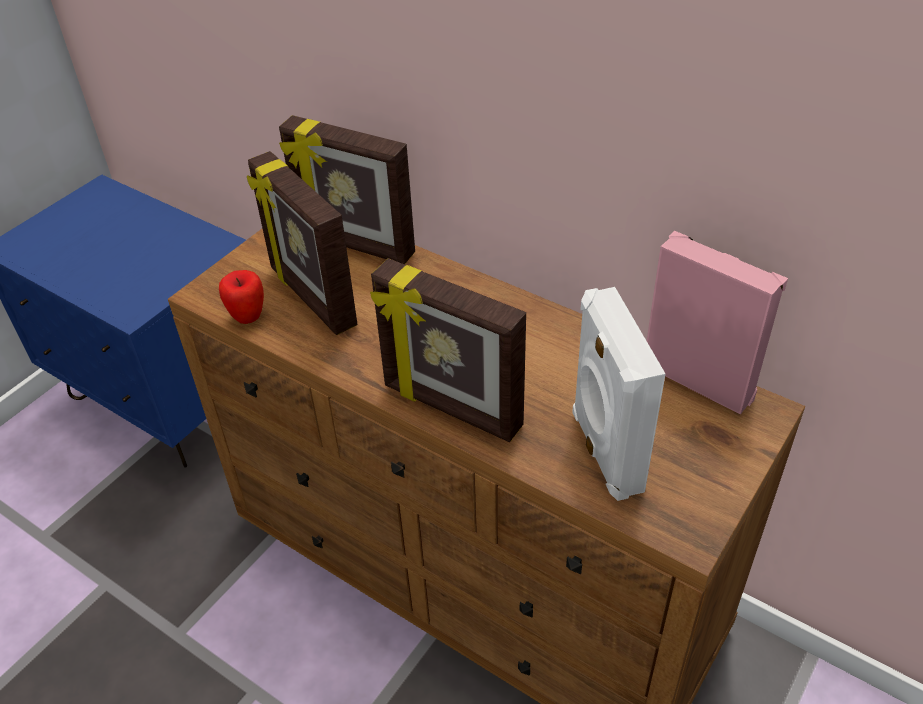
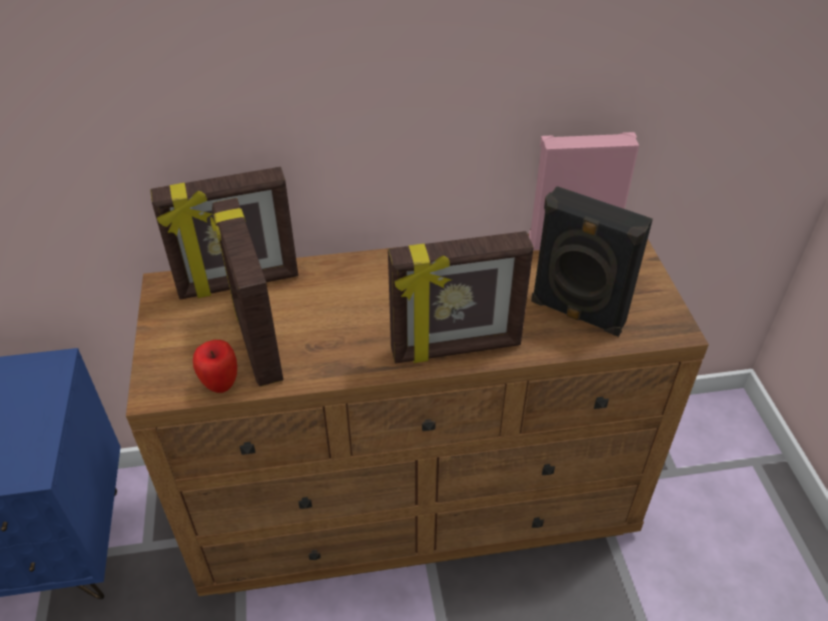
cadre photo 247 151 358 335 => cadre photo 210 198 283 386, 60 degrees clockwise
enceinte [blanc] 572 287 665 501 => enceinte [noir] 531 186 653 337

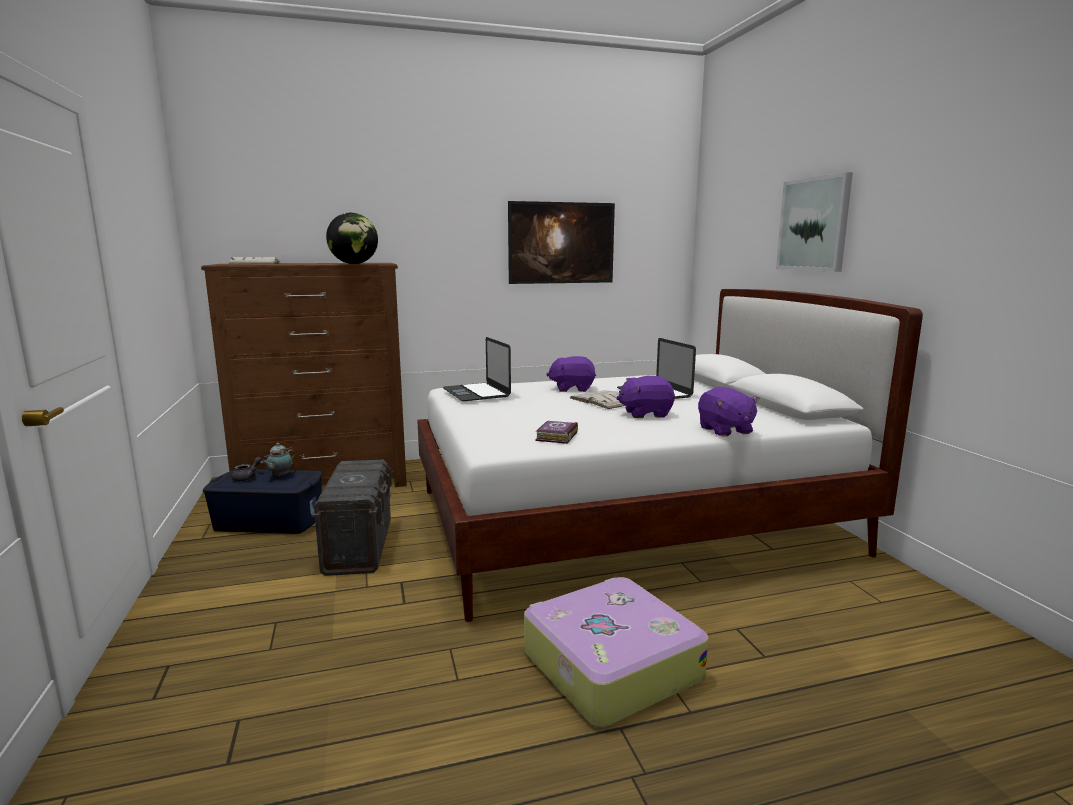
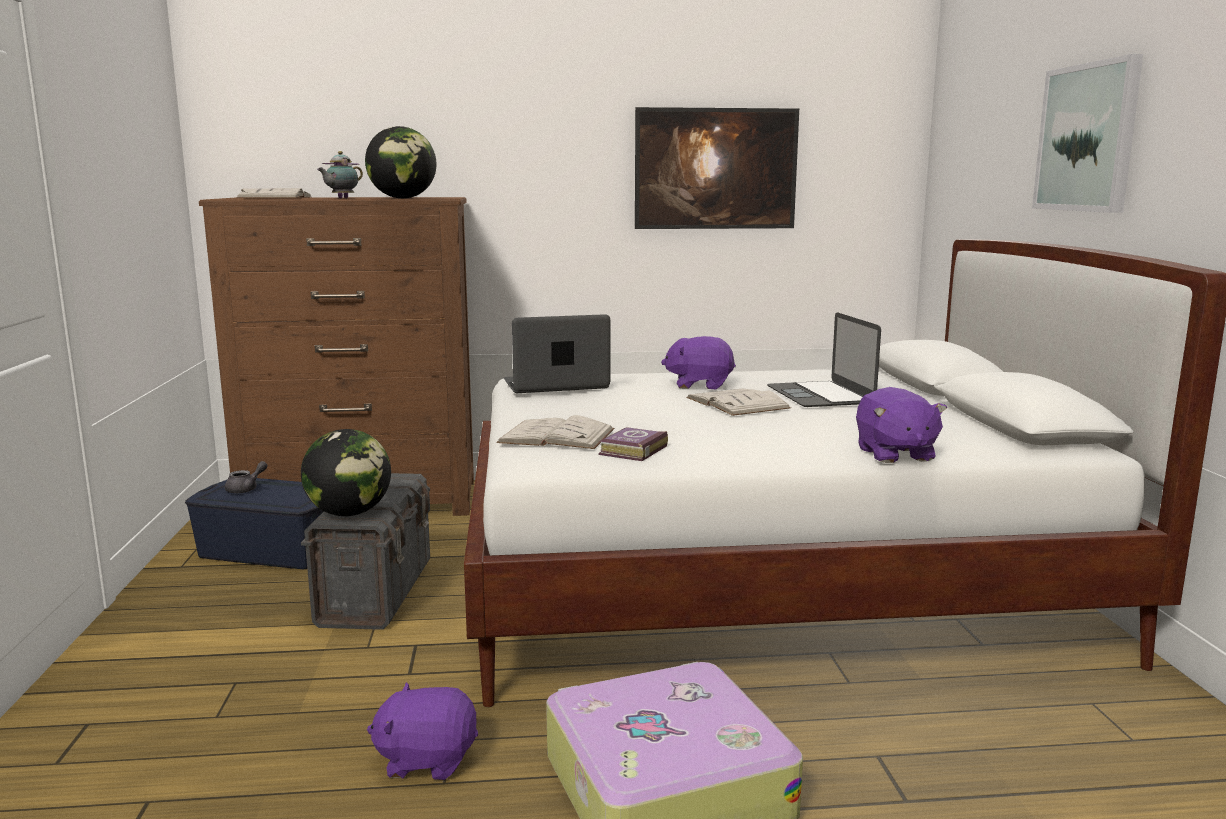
nothing => globe 301 429 391 516
théière 261 443 295 477 => théière 317 151 363 198, move
peluche [violet] 616 376 675 418 => peluche [violet] 367 682 478 780, move
nothing => livre [blanc] 496 415 614 449
ordinateur portable 443 337 511 401 => ordinateur portable 504 314 610 393, 90 degrees clockwise

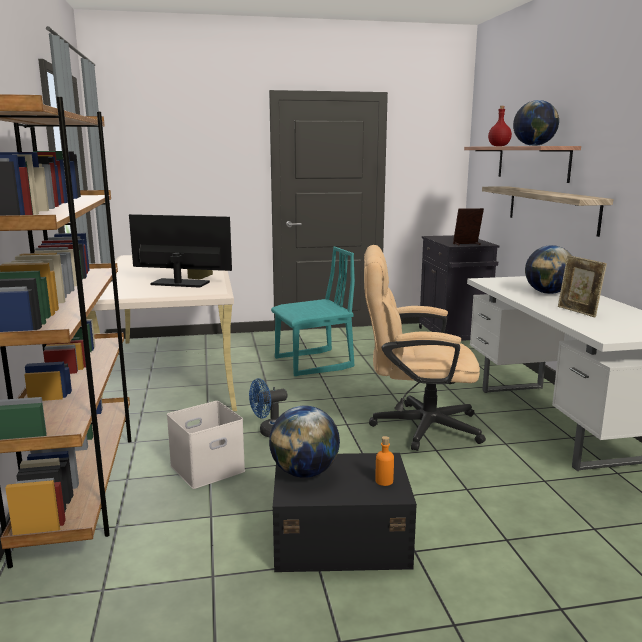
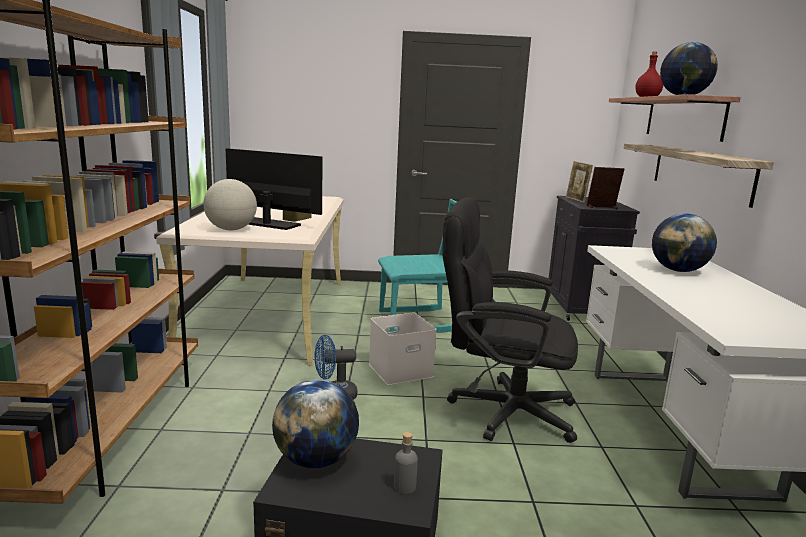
nothing => globe 203 179 257 230
boîte de rangement [blanc] 167 401 245 489 => boîte de rangement [blanc] 369 313 437 385, move
bouteille [orange] 375 436 394 486 => bouteille [gris] 394 432 418 494
chaise de bureau [beige] 364 245 486 451 => chaise de bureau [noir] 443 197 578 443
cadre photo 558 255 607 317 => cadre photo 566 161 593 203, move

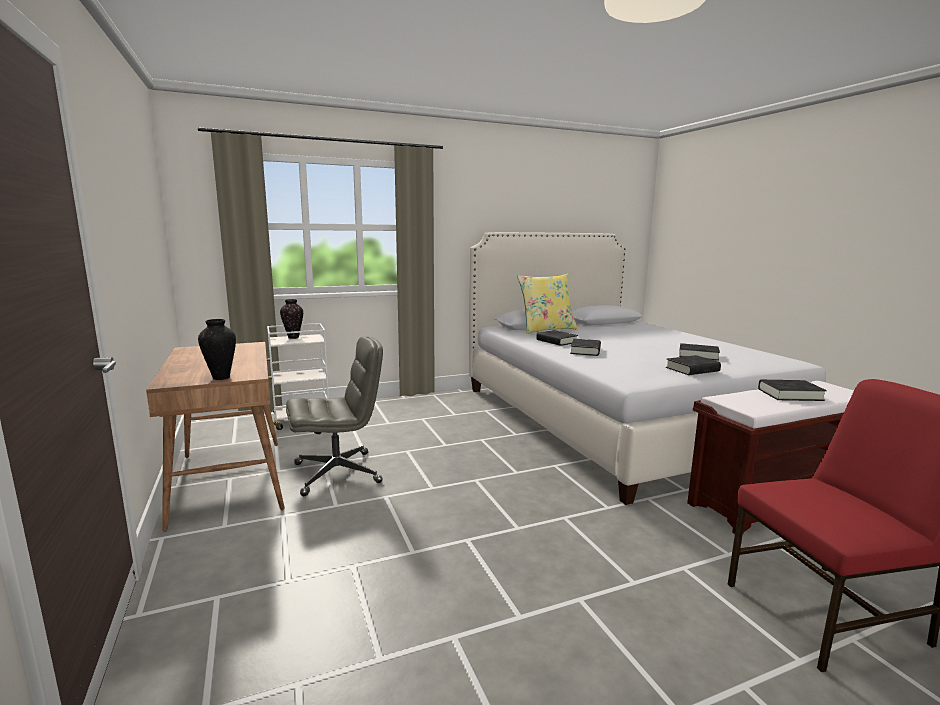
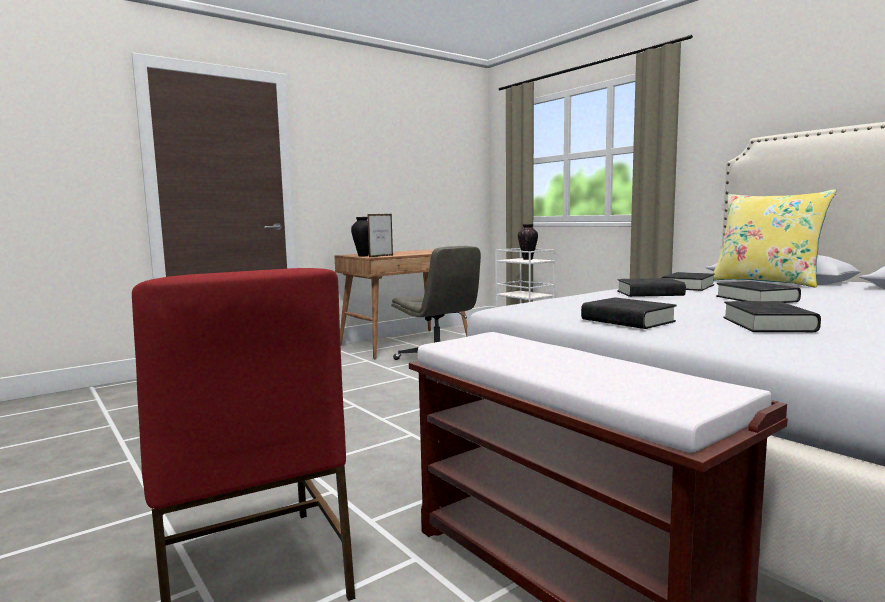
nothing => cadre photo 367 214 393 257
livre [noir] 758 380 827 401 => livre [noir] 716 281 801 303, move

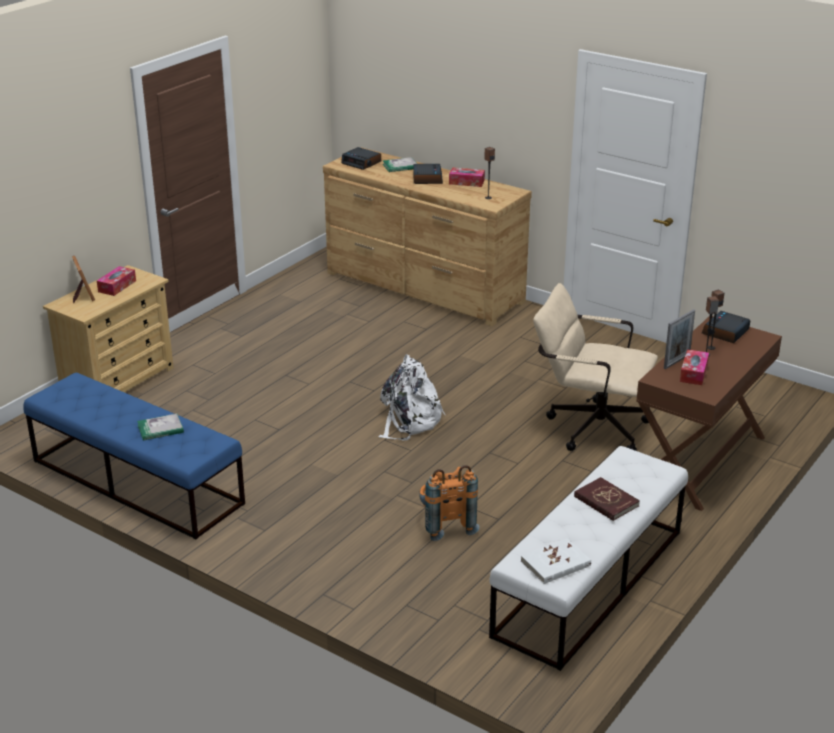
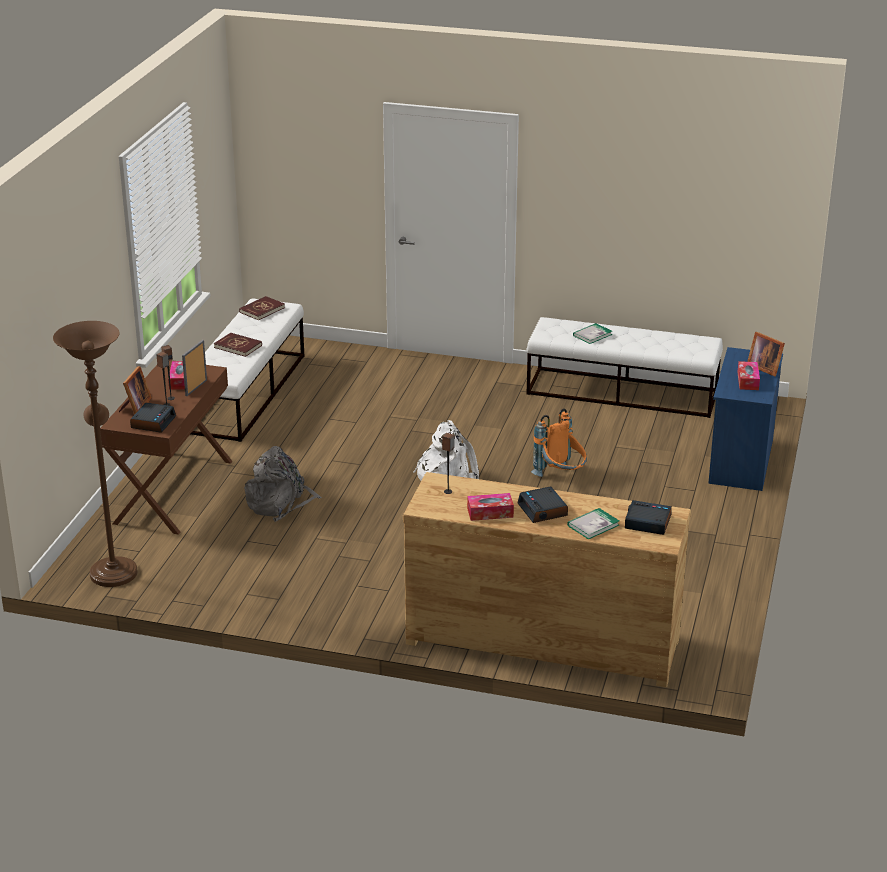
nothing => lampadaire [marron] 53 321 137 587
nothing => cadre photo 119 366 152 414
livre [blanc] 521 539 591 584 => livre [rouge] 239 296 285 320
chaise de bureau [beige] 533 283 658 451 => sac à dos [gris] 244 446 322 522
banc [bleu] 23 373 245 540 => banc [blanc] 526 317 723 418
sac à dos [orange] 419 465 480 541 => sac à dos [orange] 531 408 587 477, move
commode [beige] 43 265 174 392 => commode [bleu] 708 347 783 491

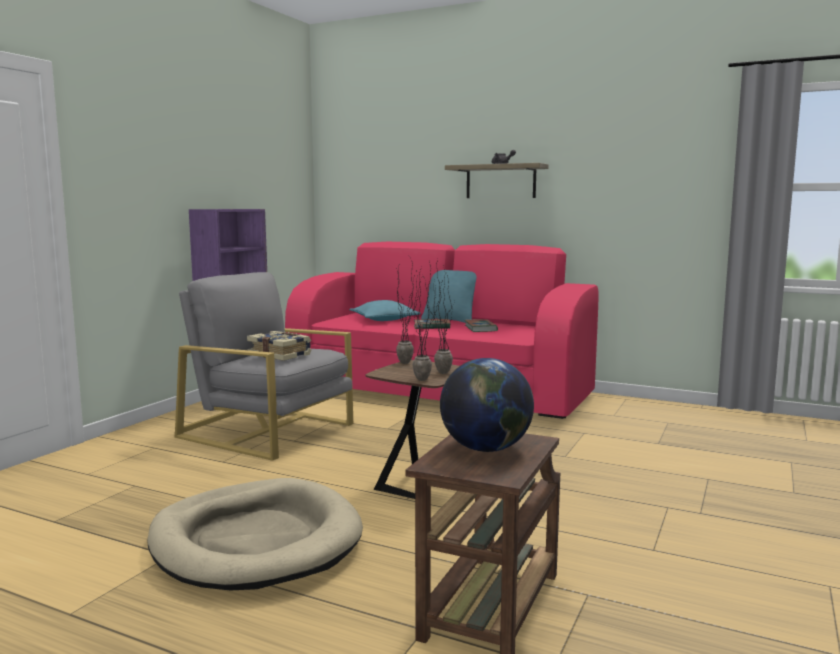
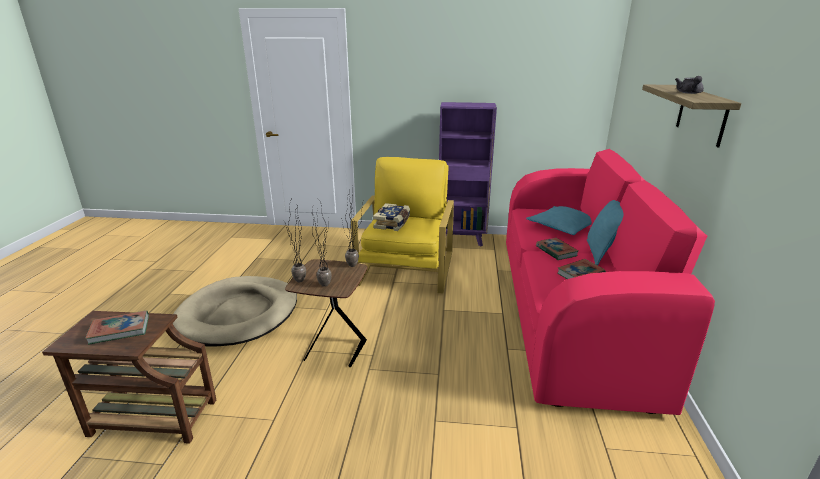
globe 440 358 534 452 => livre 85 310 149 345
fauteuil [gris] 174 272 353 461 => fauteuil [jaune] 351 157 454 294

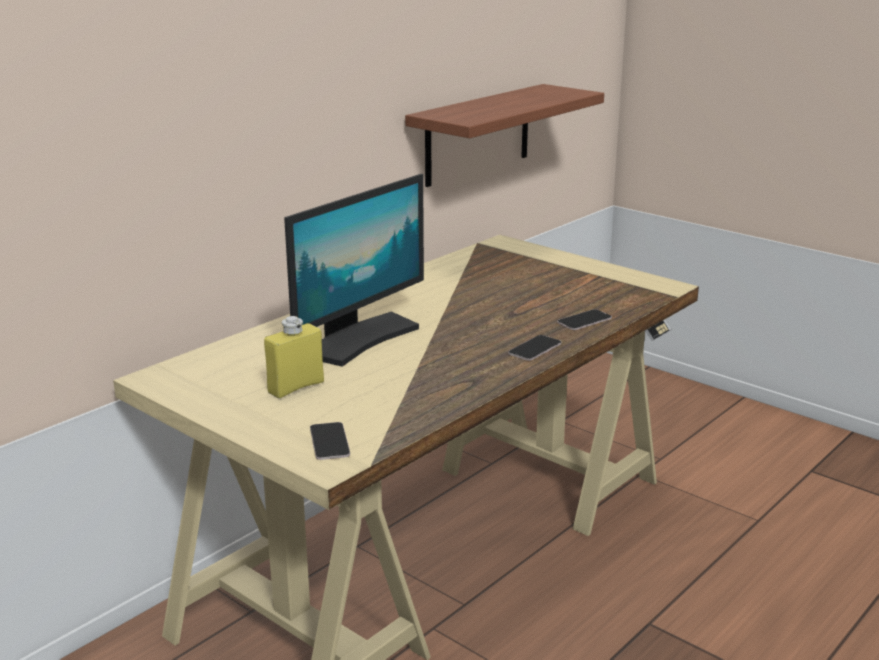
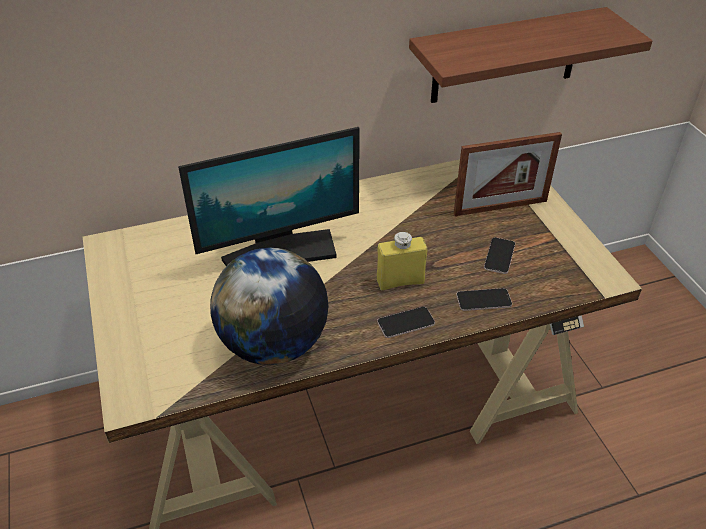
nothing => globe 210 247 328 365
bouteille [jaune] 264 316 324 398 => bouteille [jaune] 377 232 427 290, move
nothing => cadre photo 454 132 562 216
téléphone 310 422 350 460 => téléphone 484 237 515 274, move

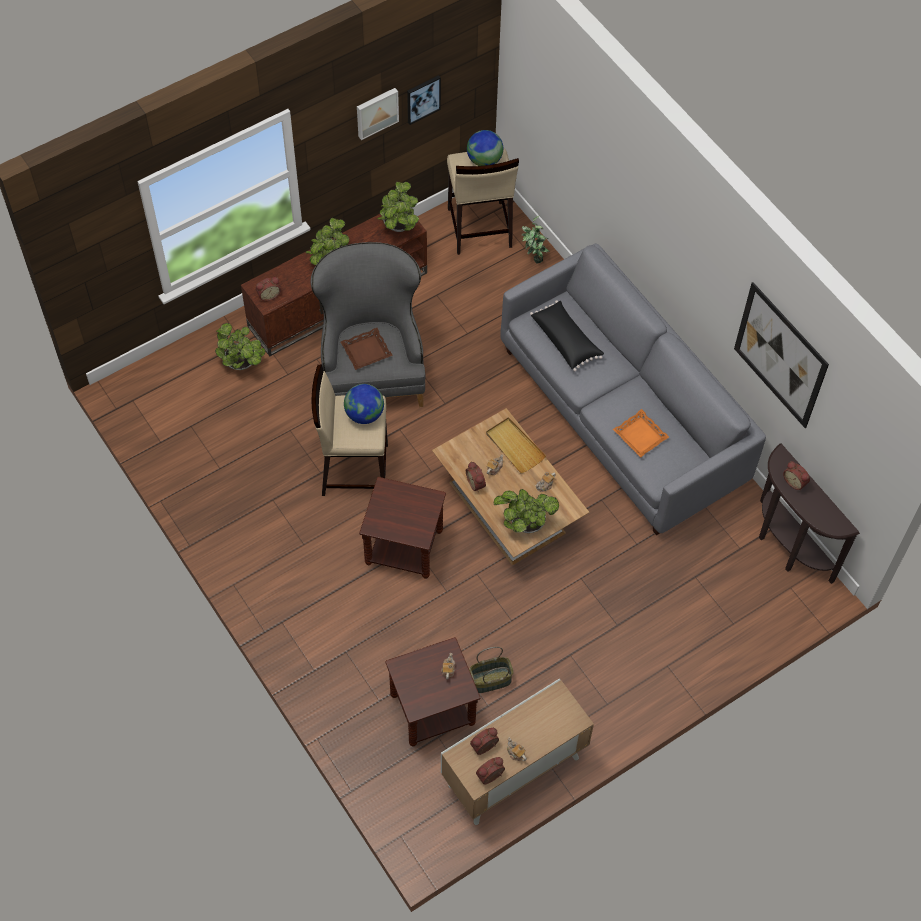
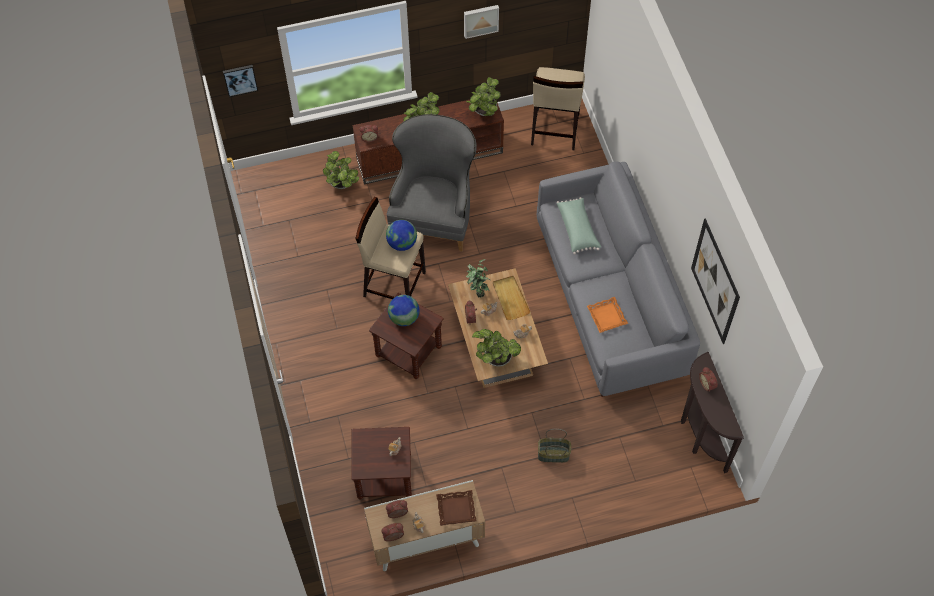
tableau 407 75 441 125 => tableau 223 65 258 97, move
globe 467 130 503 166 => globe 388 295 419 326, move
plateau [marron] 341 328 393 370 => plateau [marron] 436 490 476 526, move
plante en pot 522 216 550 263 => plante en pot 466 259 490 298, move
panier 469 647 513 693 => panier 538 429 571 463, move
coussin [noir] 530 300 604 371 => coussin [vert] 557 197 601 255

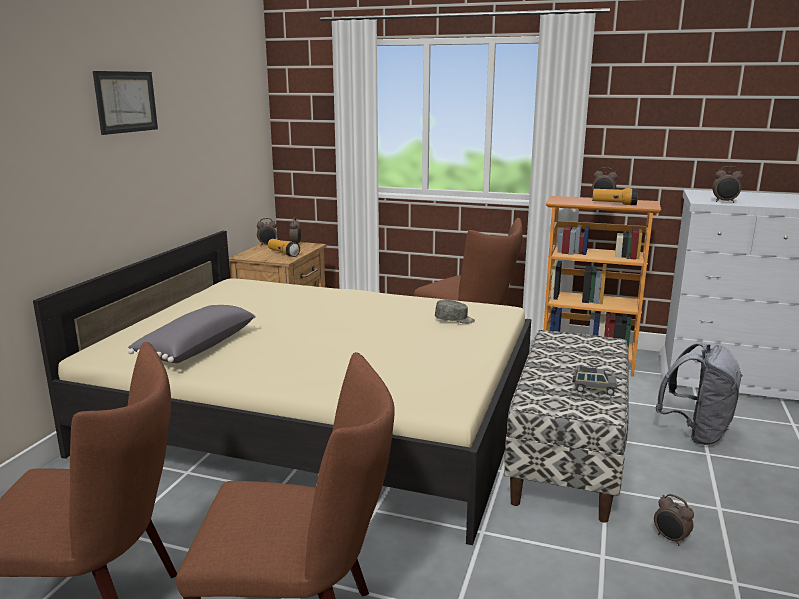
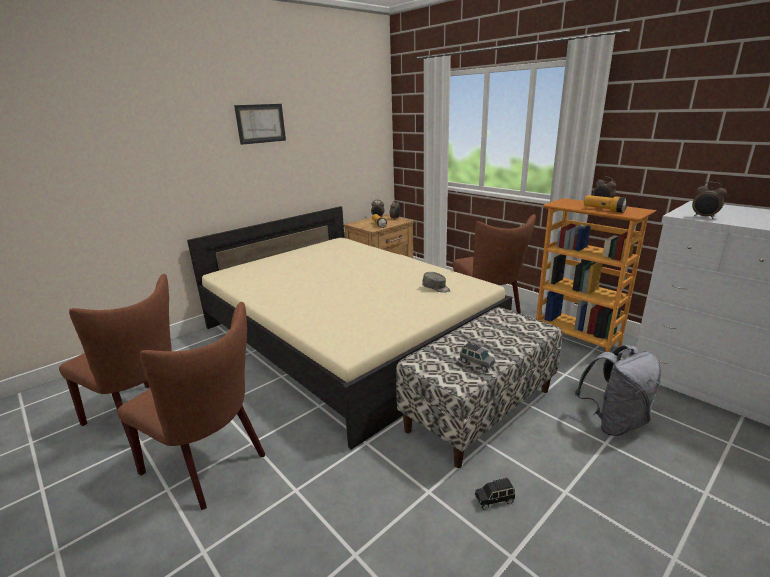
réveil 654 494 694 546 => petite voiture [noir] 475 478 515 510
coussin [gris] 128 305 256 363 => nothing

